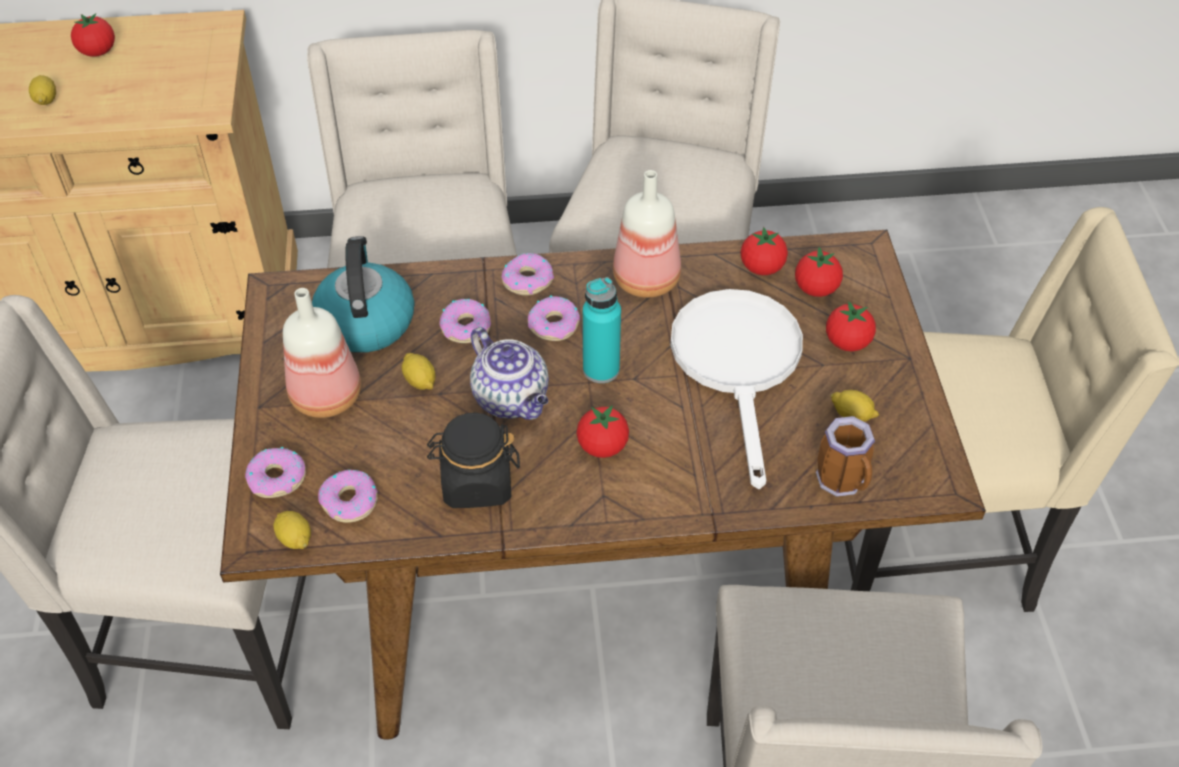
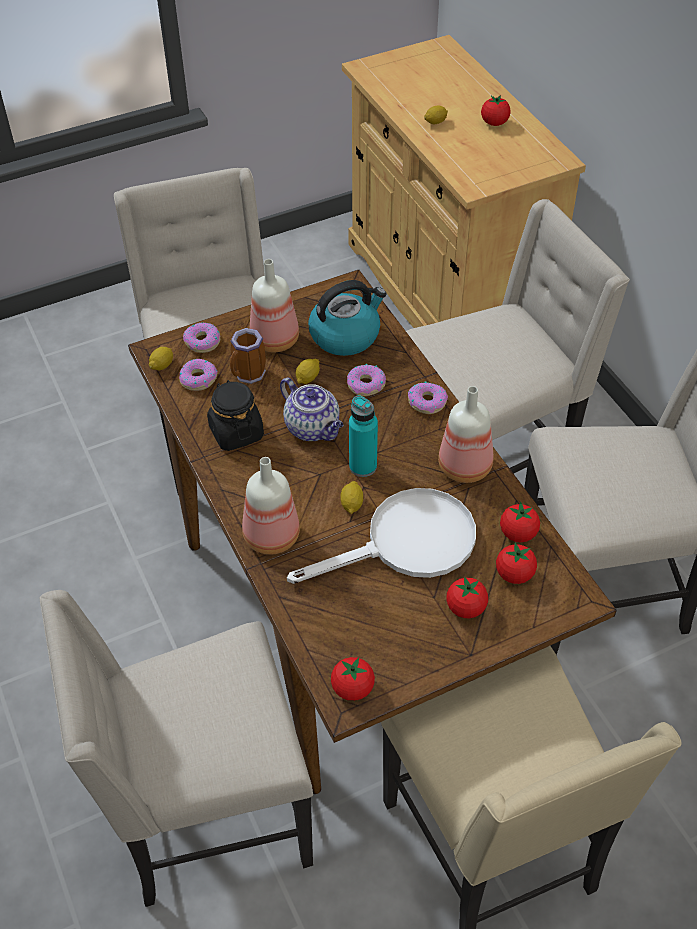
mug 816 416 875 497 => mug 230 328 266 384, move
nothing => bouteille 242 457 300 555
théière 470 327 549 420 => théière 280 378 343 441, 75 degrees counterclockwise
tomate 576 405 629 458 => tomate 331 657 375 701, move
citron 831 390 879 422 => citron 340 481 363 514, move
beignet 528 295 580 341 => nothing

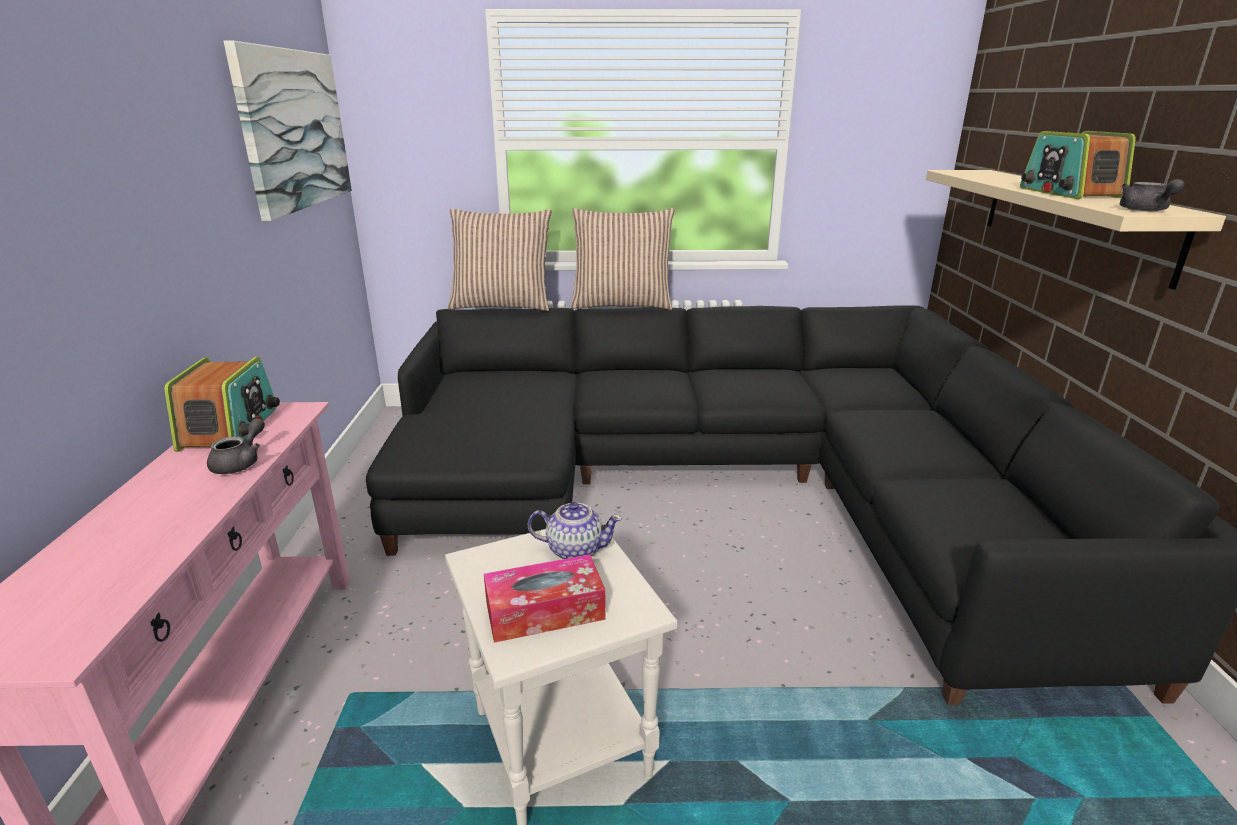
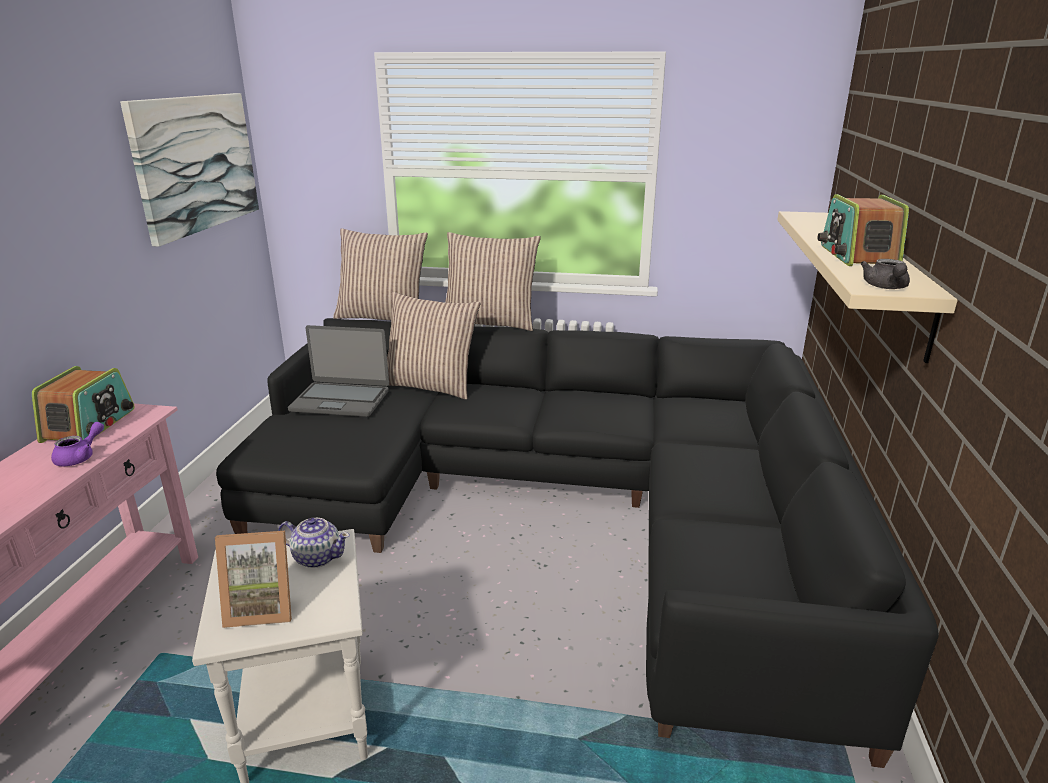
théière [gris] 207 418 265 474 => théière [violet] 51 422 104 466
boîte à mouchoirs 484 554 606 643 => cadre photo 215 531 292 628
nothing => ordinateur portable 288 325 389 417
nothing => coussin 387 292 480 399

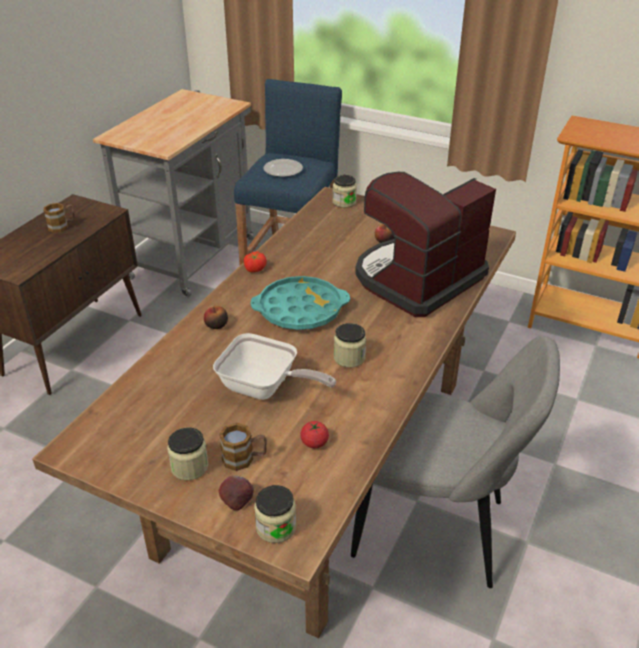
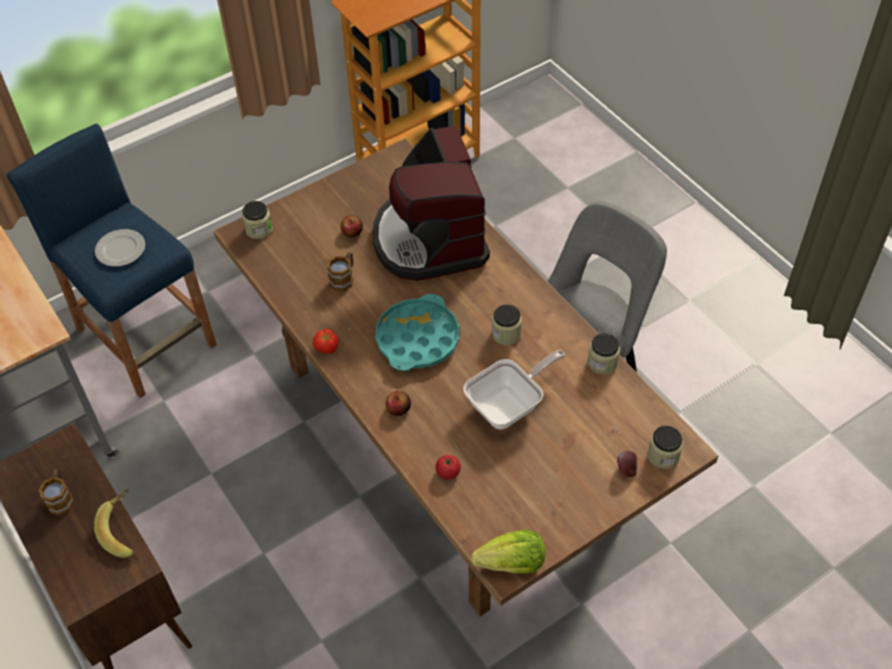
nothing => banane 94 488 135 558
mug 219 423 267 471 => mug 327 252 353 291, move
tomate 300 421 329 448 => tomate 435 455 461 479, move
nothing => laitue 471 530 546 573
bocal 167 427 208 480 => bocal 588 333 620 375, move

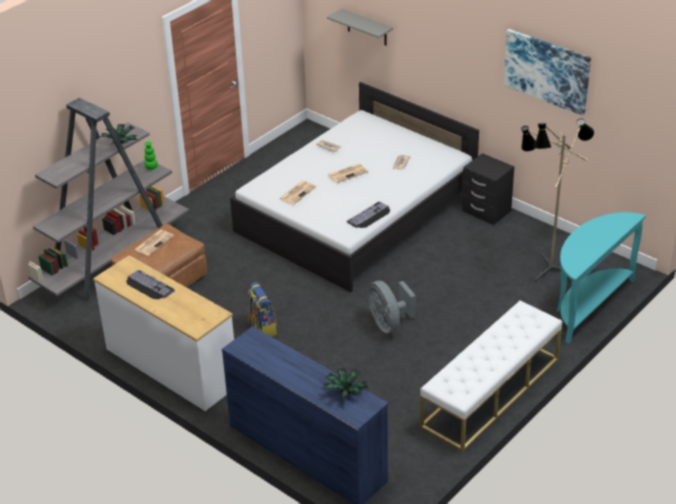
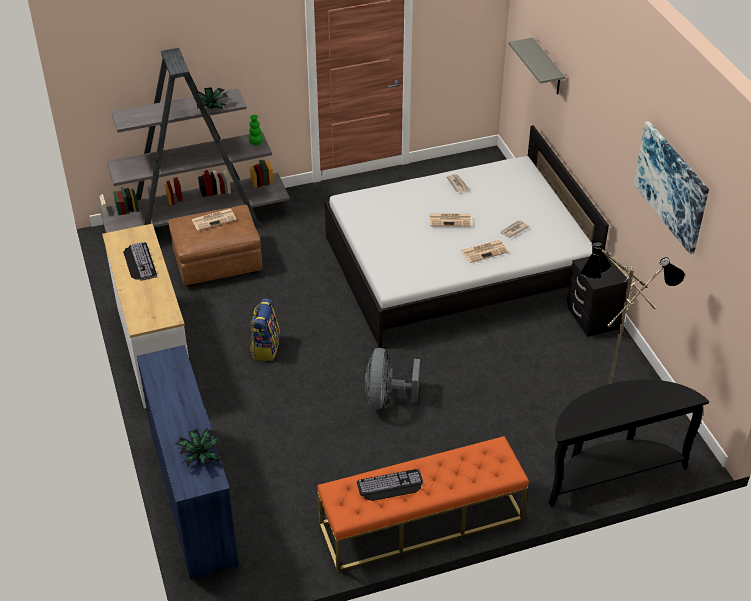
banc [blanc] 420 301 562 452 => banc [orange] 317 436 529 572
clavier 347 202 390 228 => clavier 357 469 423 501, move
journal 279 181 316 205 => journal 461 240 509 263, move
table console [turquoise] 557 212 646 343 => table console [noir] 549 379 709 507

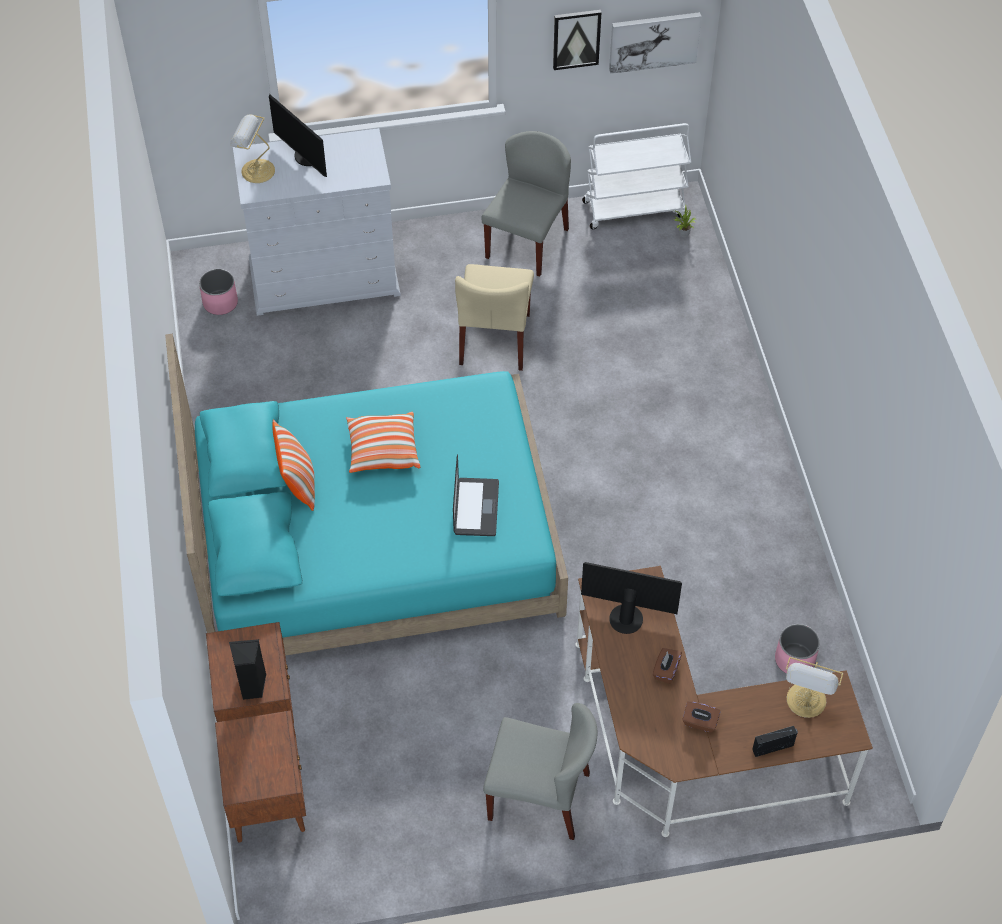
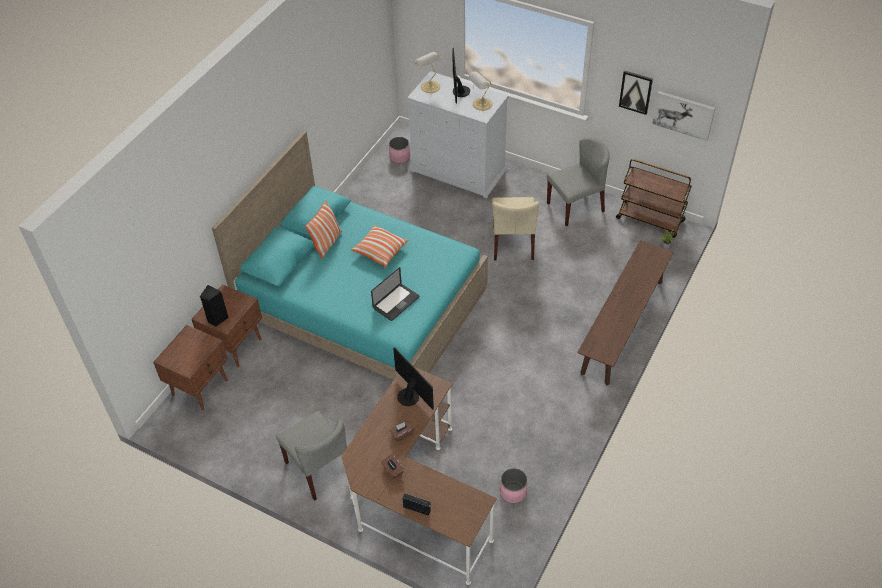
lampe de table 786 657 843 718 => lampe de table 468 70 493 111, move
chaise [beige] 455 264 534 371 => chaise [beige] 492 197 539 261, 45 degrees counterclockwise
nothing => banc [marron] 577 240 674 386
chariot [blanc] 582 123 691 229 => chariot [marron] 616 159 692 238

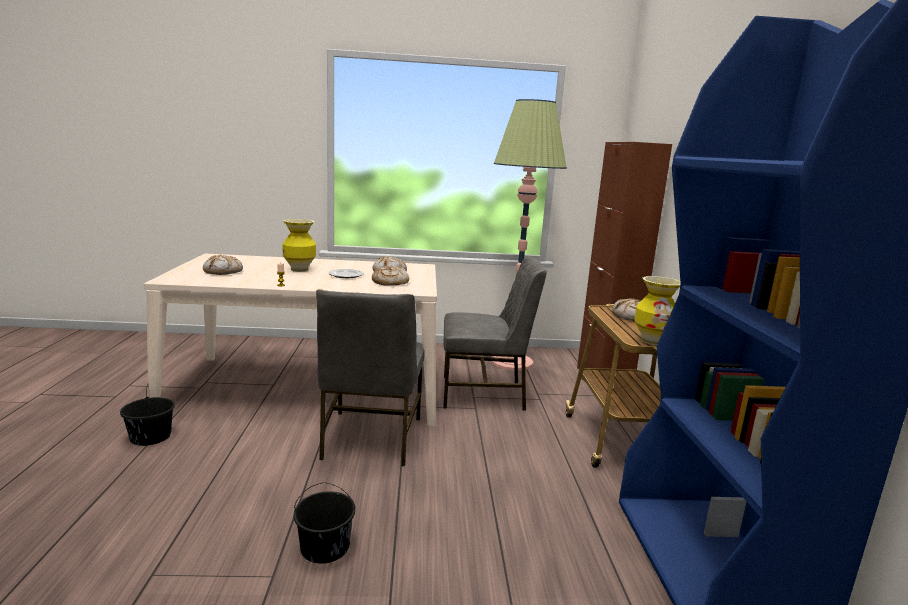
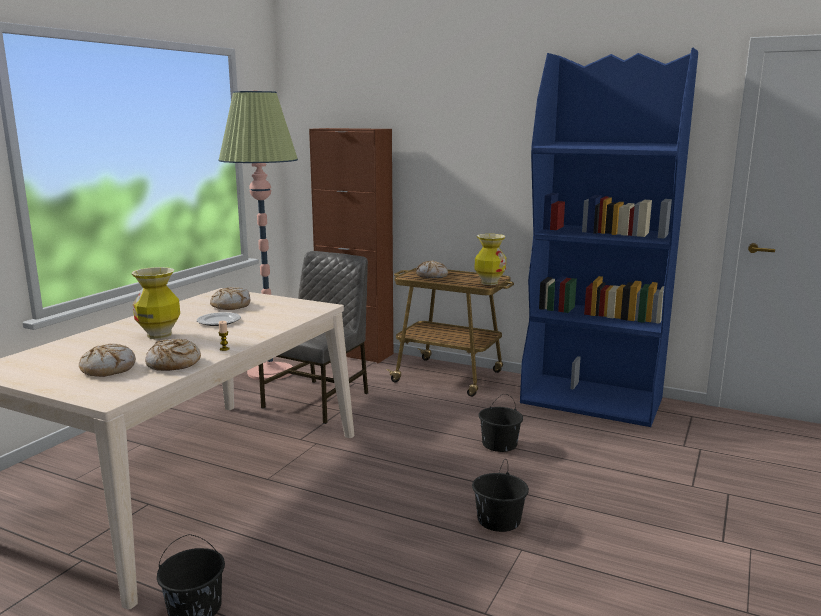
pain 372 265 409 286 => pain 145 338 201 371, move
nothing => seau [noir] 479 394 523 452
chaise [gris] 316 289 425 466 => nothing

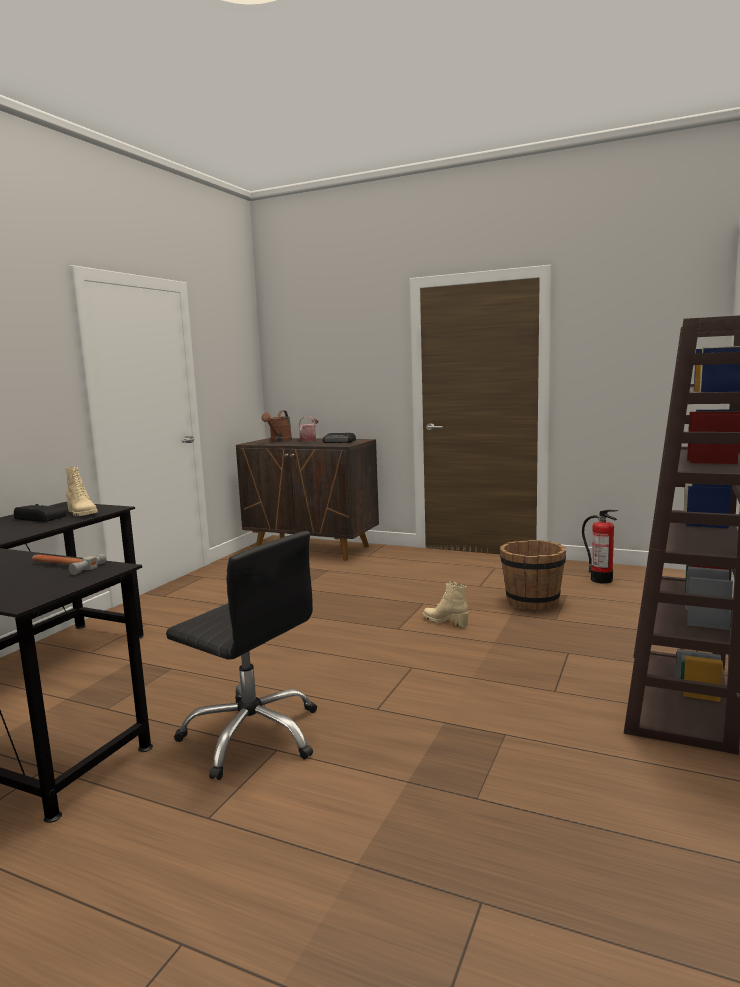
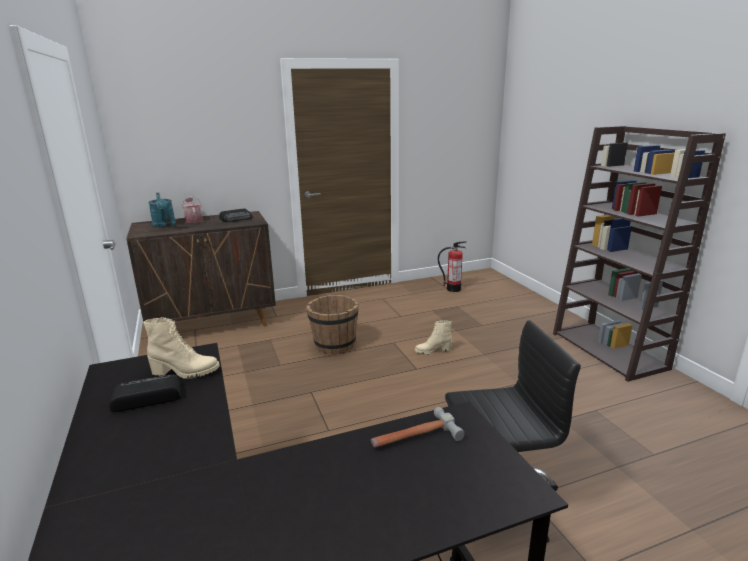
arrosoir [marron] 261 410 292 442 => arrosoir [turquoise] 148 193 176 228
seau [marron] 500 540 566 610 => seau [marron] 307 295 358 354, move

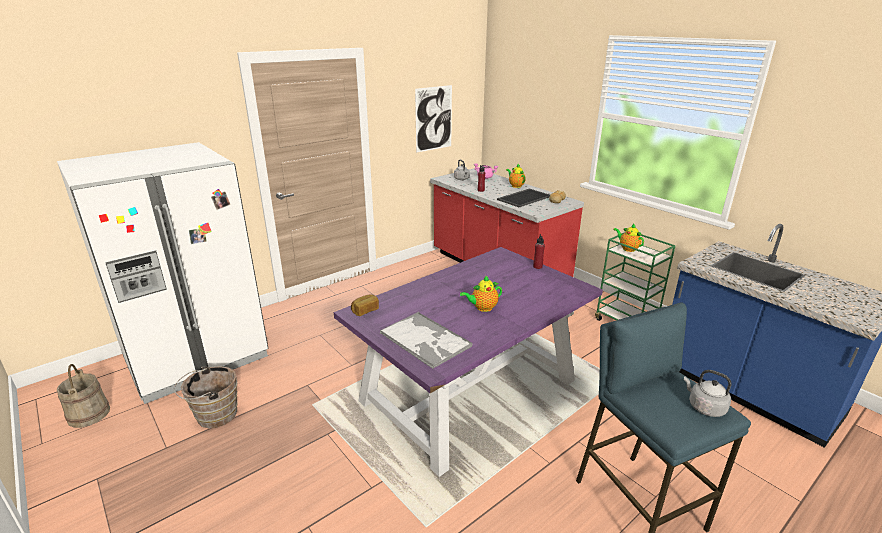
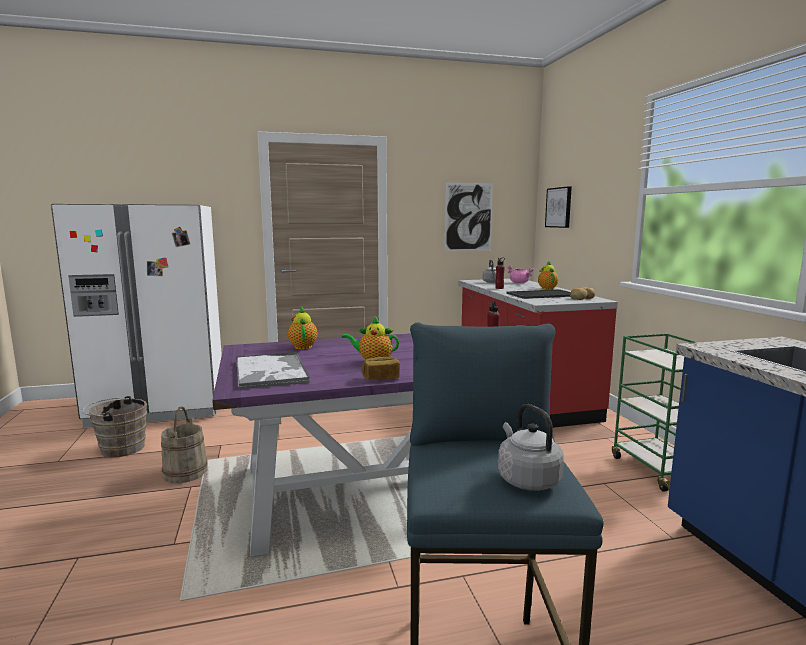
seau [beige] 57 364 110 428 => seau [beige] 161 406 208 483, move
théière 613 223 644 252 => théière 288 306 318 349, move
pain 351 294 379 316 => pain 361 357 400 380, move
nothing => tableau 545 186 572 228

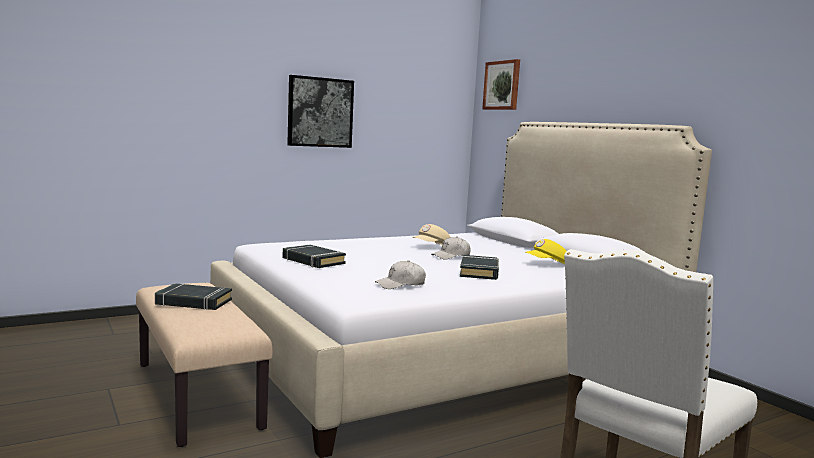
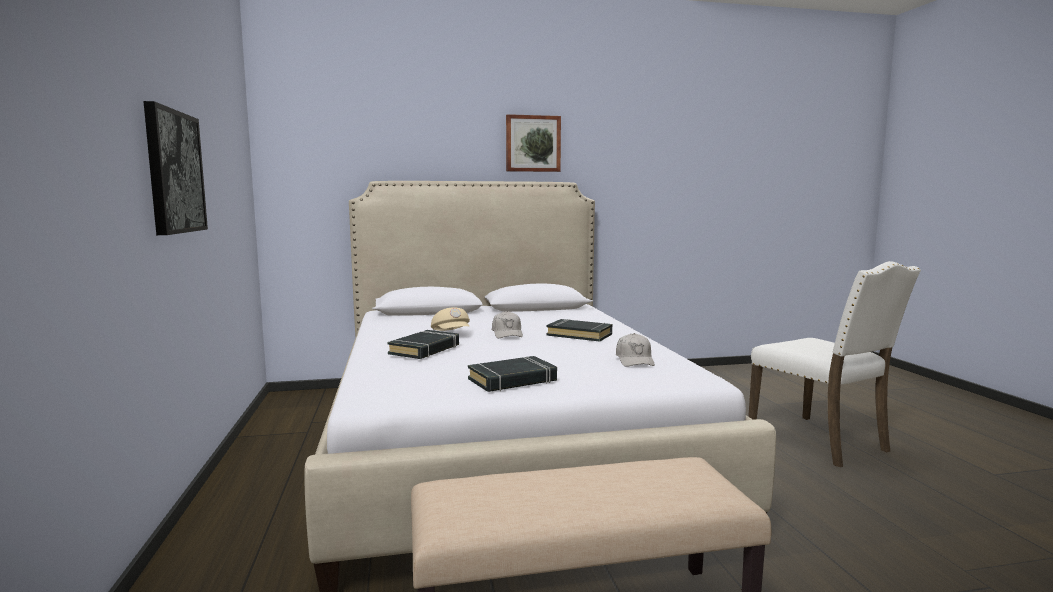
livre [noir] 155 283 232 310 => livre [noir] 387 330 459 359, move
tableau 482 59 520 110 => tableau 506 114 561 172, move
casquette [jaune] 526 239 567 264 => nothing

